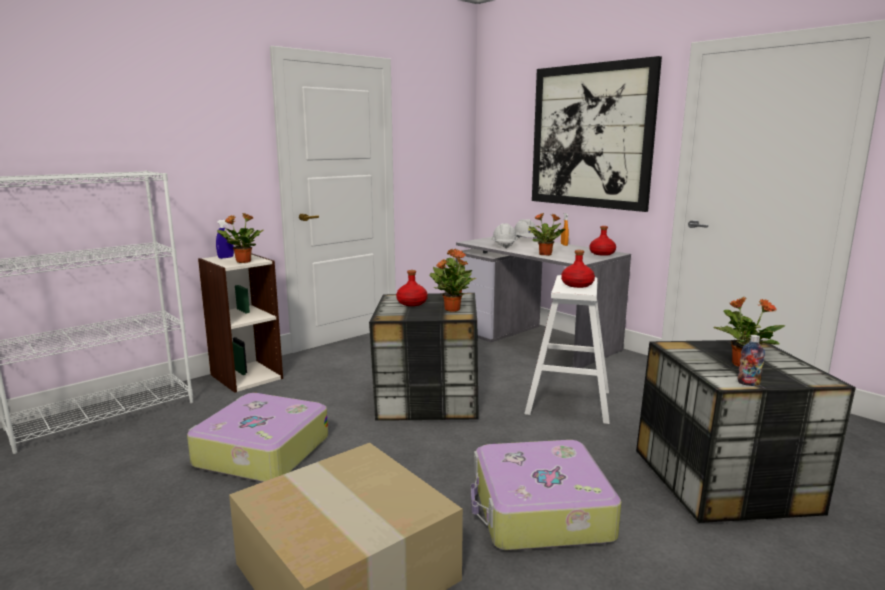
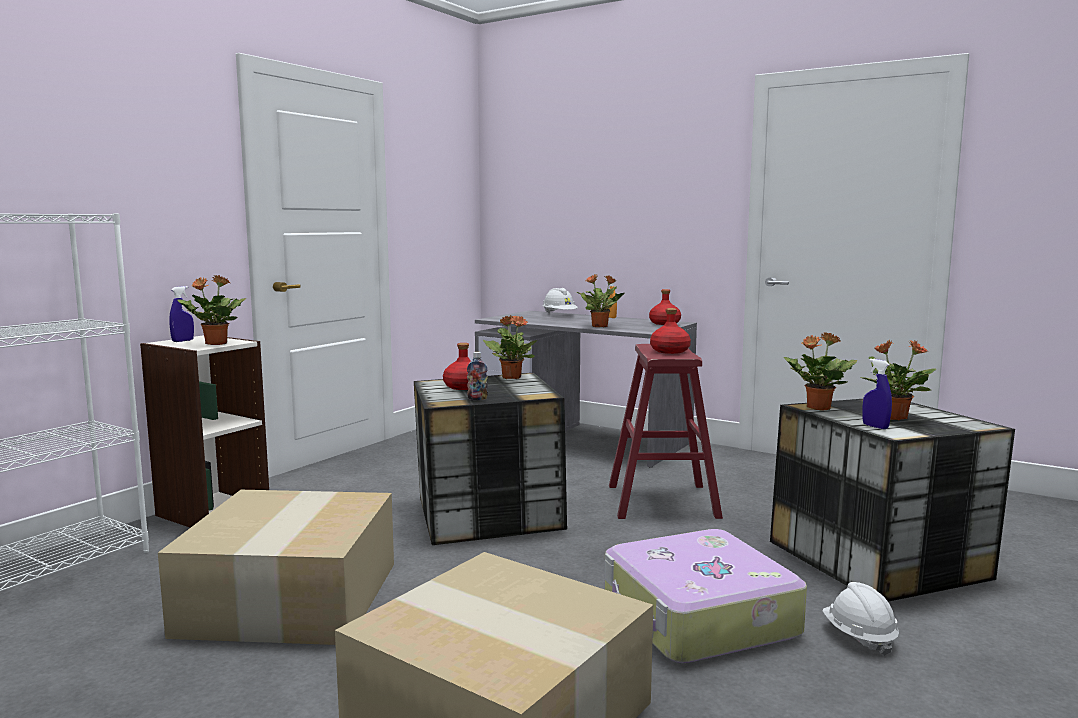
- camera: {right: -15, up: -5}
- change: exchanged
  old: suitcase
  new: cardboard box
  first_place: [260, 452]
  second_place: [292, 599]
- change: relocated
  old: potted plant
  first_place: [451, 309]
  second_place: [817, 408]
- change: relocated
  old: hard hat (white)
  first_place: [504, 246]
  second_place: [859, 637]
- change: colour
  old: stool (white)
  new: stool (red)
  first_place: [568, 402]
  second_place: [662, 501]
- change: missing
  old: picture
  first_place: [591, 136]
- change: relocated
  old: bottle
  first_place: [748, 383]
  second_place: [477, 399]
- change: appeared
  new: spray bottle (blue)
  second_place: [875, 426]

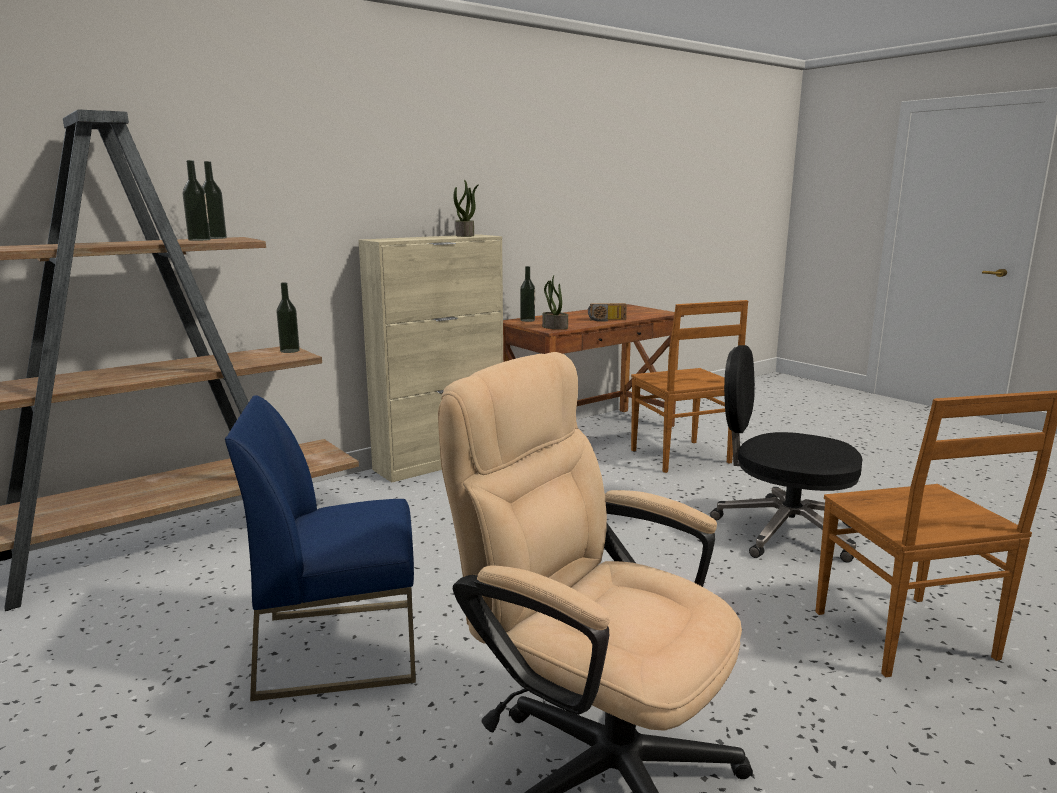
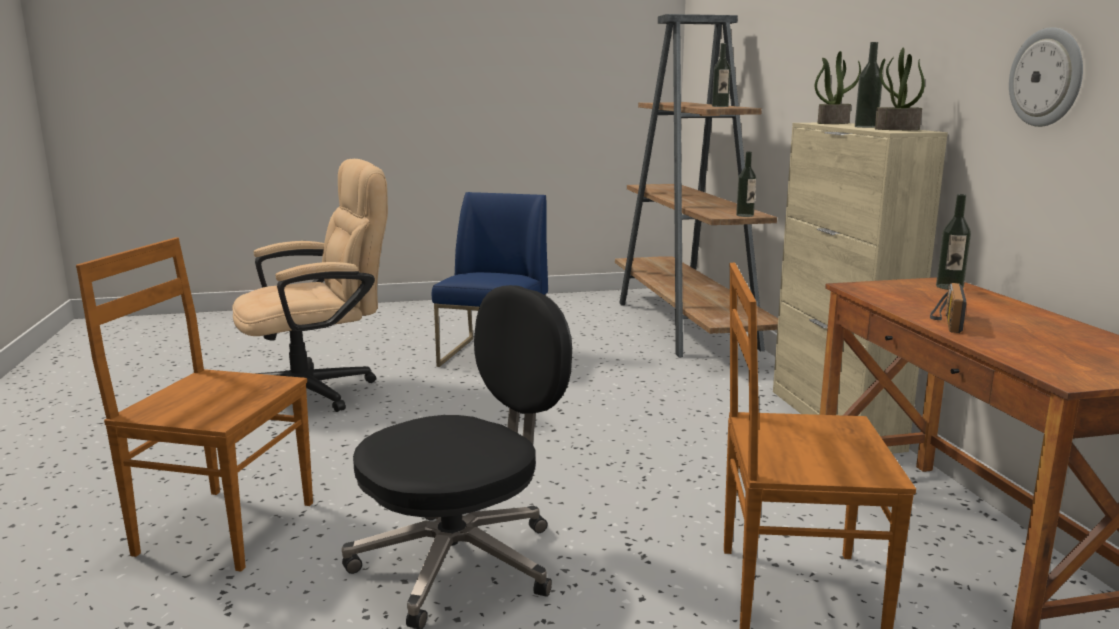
- camera: {right: 115, up: 0}
- change: relocated
  old: bottle
  first_place: [216, 238]
  second_place: [866, 127]
- change: relocated
  old: potted plant
  first_place: [554, 327]
  second_place: [833, 123]
- change: appeared
  new: wall clock
  second_place: [1047, 77]

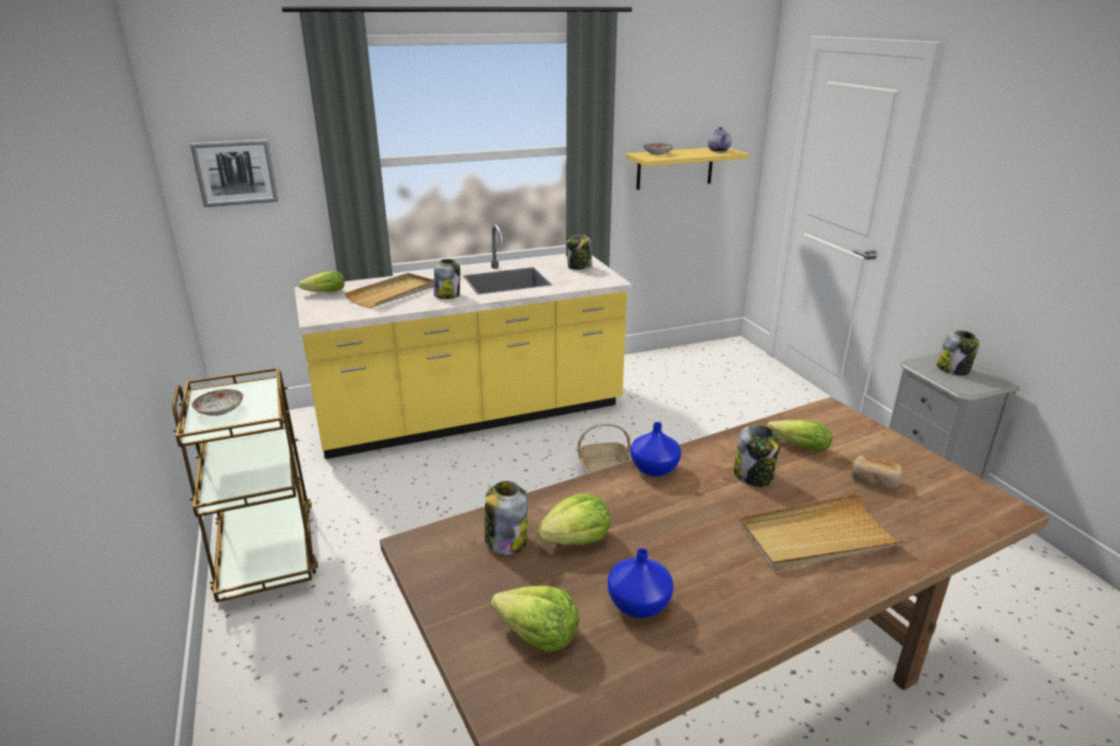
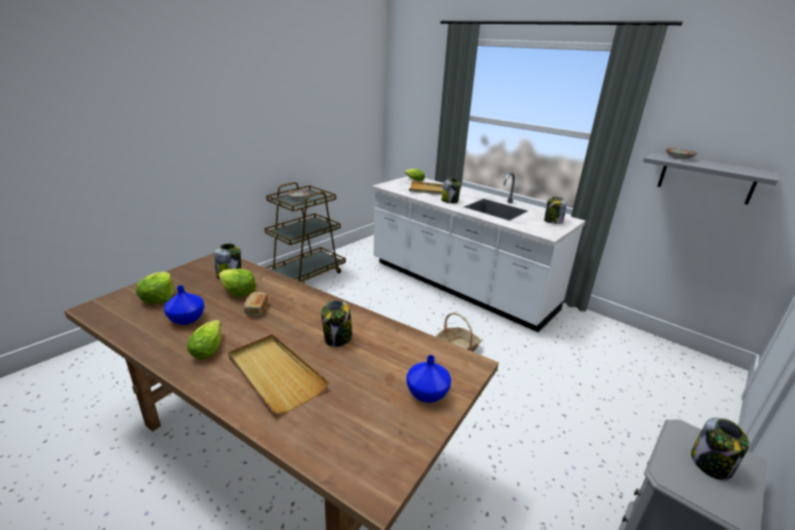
- camera: {right: 60, up: 0}
- change: missing
  old: picture
  first_place: [235, 172]
- change: colour
  old: counter (yellow)
  new: counter (white)
  first_place: [472, 416]
  second_place: [459, 286]
- change: colour
  old: shelf (yellow)
  new: shelf (grey)
  first_place: [675, 168]
  second_place: [706, 178]
- change: relocated
  old: vase (blue)
  first_place: [654, 469]
  second_place: [426, 393]
- change: missing
  old: teapot
  first_place: [719, 150]
- change: relocated
  old: lettuce
  first_place: [796, 446]
  second_place: [209, 347]
- change: relocated
  old: bread
  first_place: [874, 481]
  second_place: [256, 309]

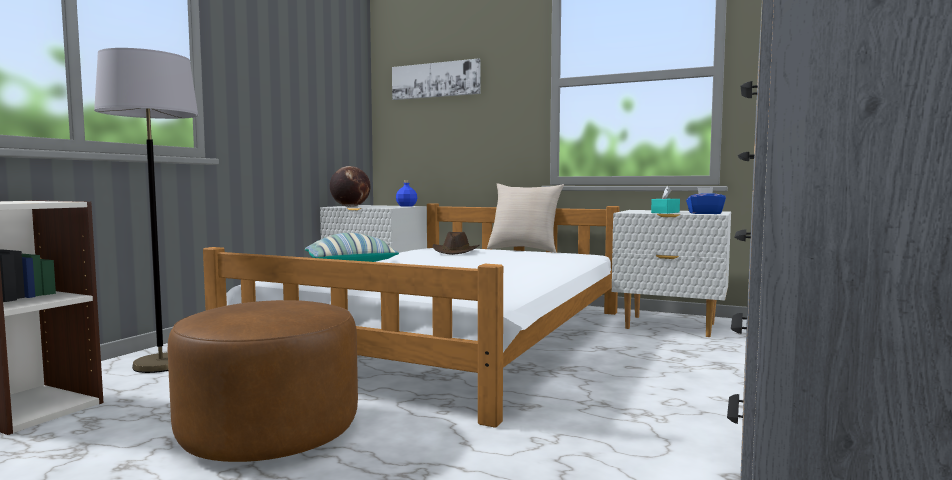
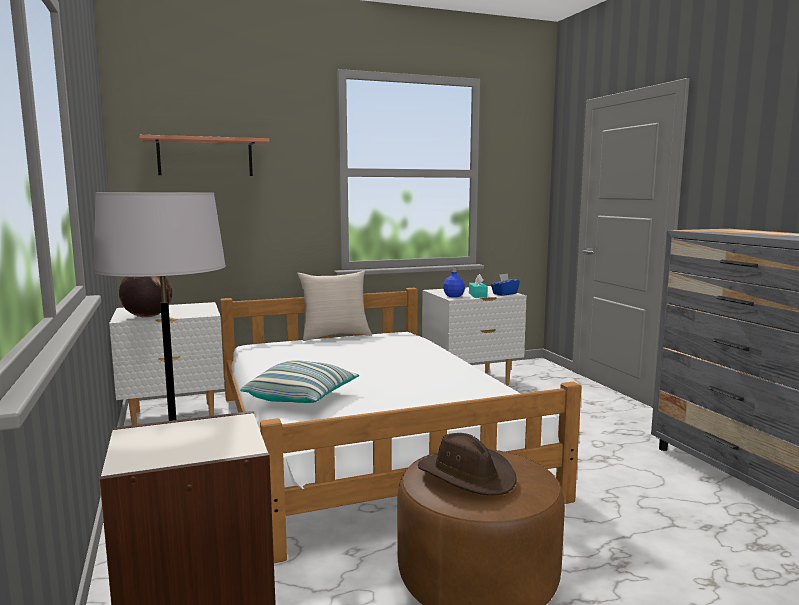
- camera: {right: -45, up: 5}
- change: exchanged
  old: picture
  new: shelf
  first_place: [436, 80]
  second_place: [205, 157]
- change: relocated
  old: bottle (blue)
  first_place: [407, 206]
  second_place: [454, 296]
- change: relocated
  old: hat (brown)
  first_place: [456, 252]
  second_place: [467, 475]

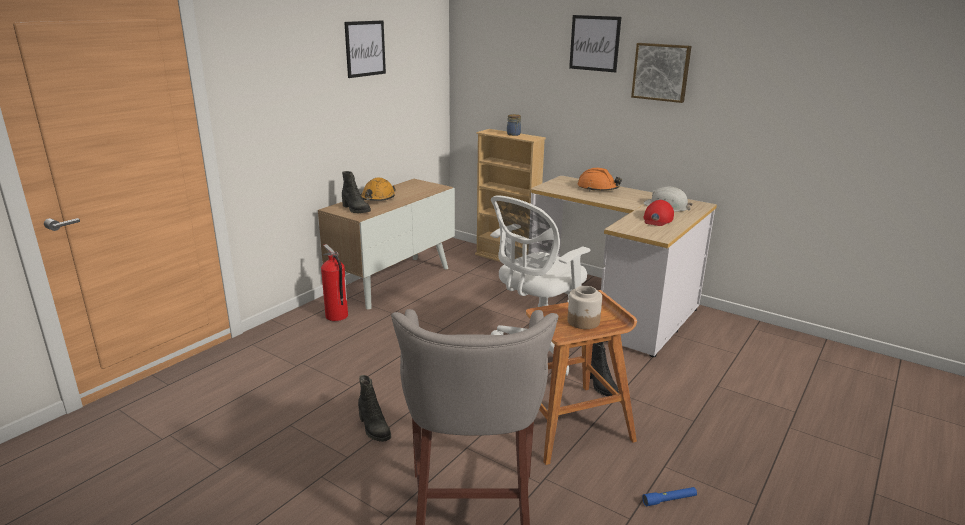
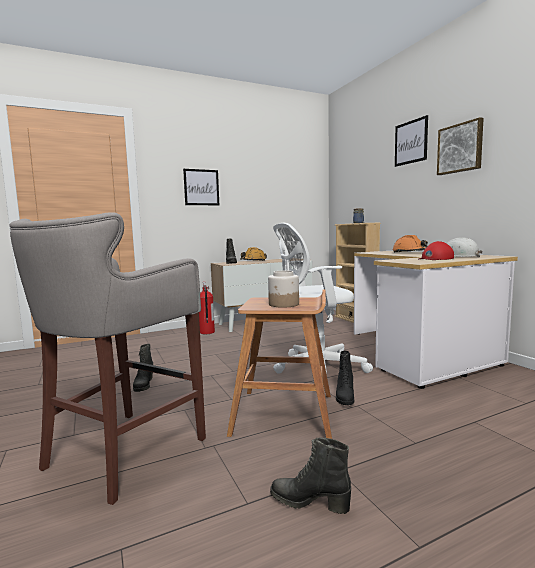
- camera: {right: 30, up: -15}
- change: relocated
  old: picture
  first_place: [365, 48]
  second_place: [201, 187]
- change: exchanged
  old: flashlight (blue)
  new: boot (black)
  first_place: [669, 500]
  second_place: [309, 502]

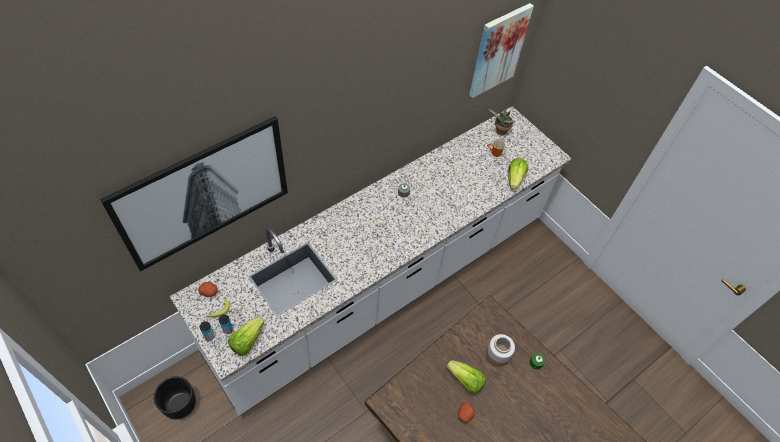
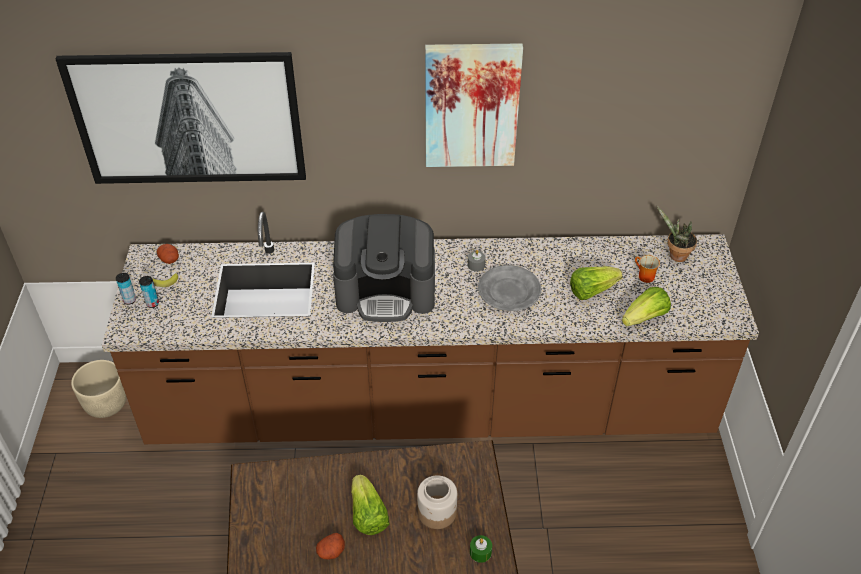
- camera: {right: 40, up: -10}
- change: colour
  old: planter (black)
  new: planter (beige)
  first_place: [180, 405]
  second_place: [106, 404]
- change: colour
  old: counter (white)
  new: counter (brown)
  first_place: [383, 285]
  second_place: [430, 407]
- change: relocated
  old: lettuce
  first_place: [247, 341]
  second_place: [591, 291]
- change: relocated
  old: picture
  first_place: [498, 50]
  second_place: [471, 105]
- change: appeared
  new: coffee machine
  second_place: [386, 291]
- change: appeared
  new: plate (grey)
  second_place: [509, 291]

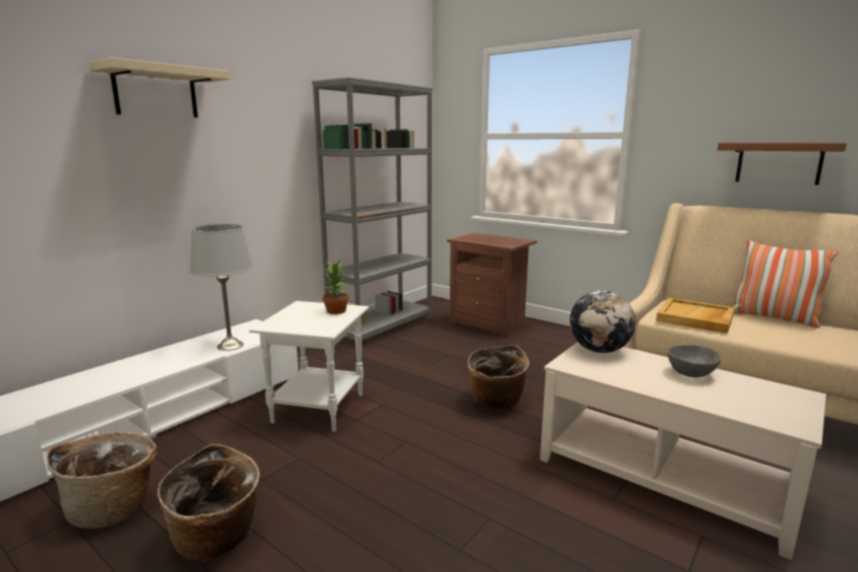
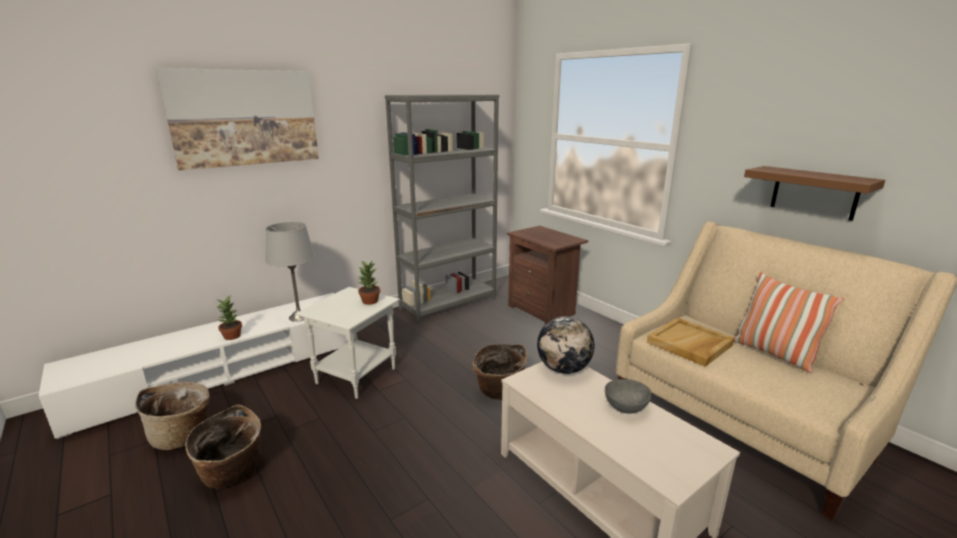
- camera: {right: 15, up: 5}
- change: exchanged
  old: shelf (beige)
  new: picture
  first_place: [156, 92]
  second_place: [245, 118]
- change: appeared
  new: potted plant
  second_place: [232, 336]

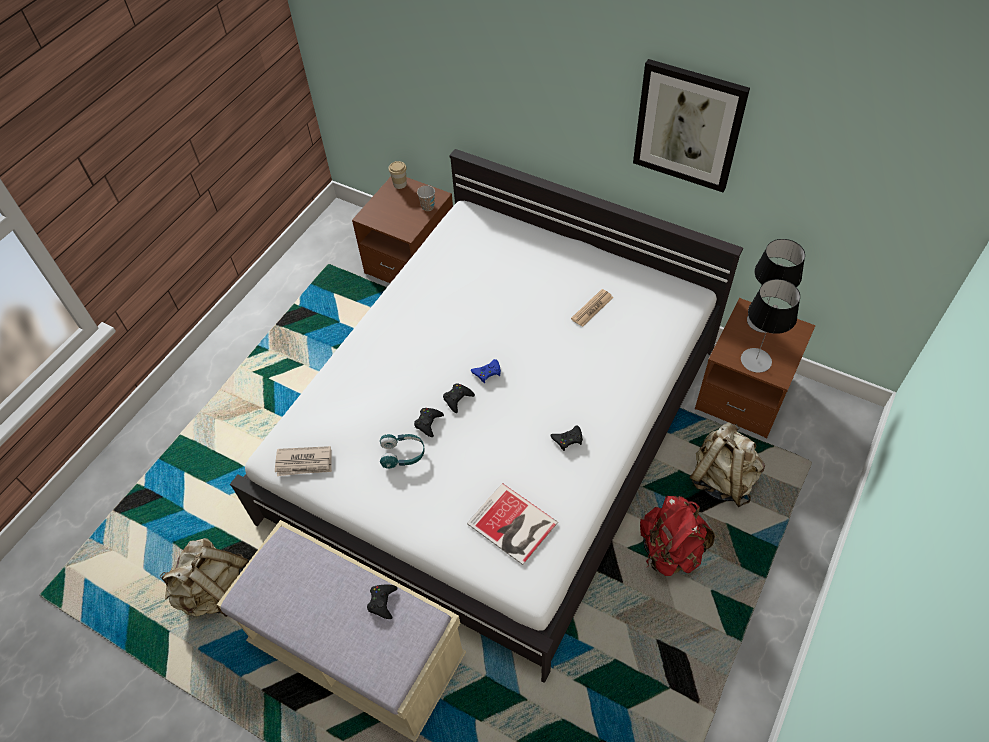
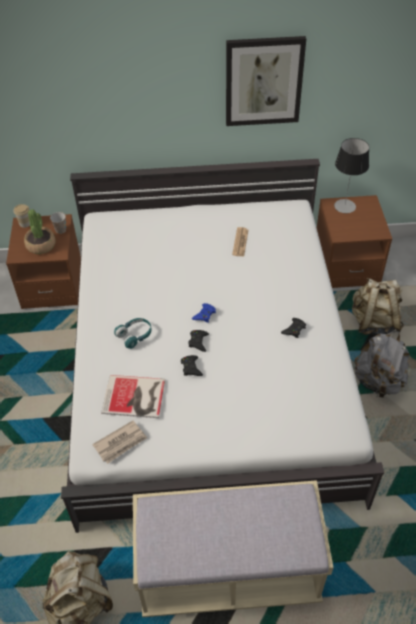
- camera: {right: -35, up: -5}
- change: missing
  old: game controller (black)
  first_place: [382, 602]
- change: relocated
  old: headphones (turquoise)
  first_place: [403, 454]
  second_place: [135, 336]
- change: relocated
  old: book
  first_place: [513, 526]
  second_place: [135, 397]
- change: colour
  old: backpack (red)
  new: backpack (grey)
  first_place: [670, 550]
  second_place: [378, 381]
- change: missing
  old: table lamp
  first_place: [756, 360]
- change: appeared
  new: potted plant
  second_place: [41, 245]

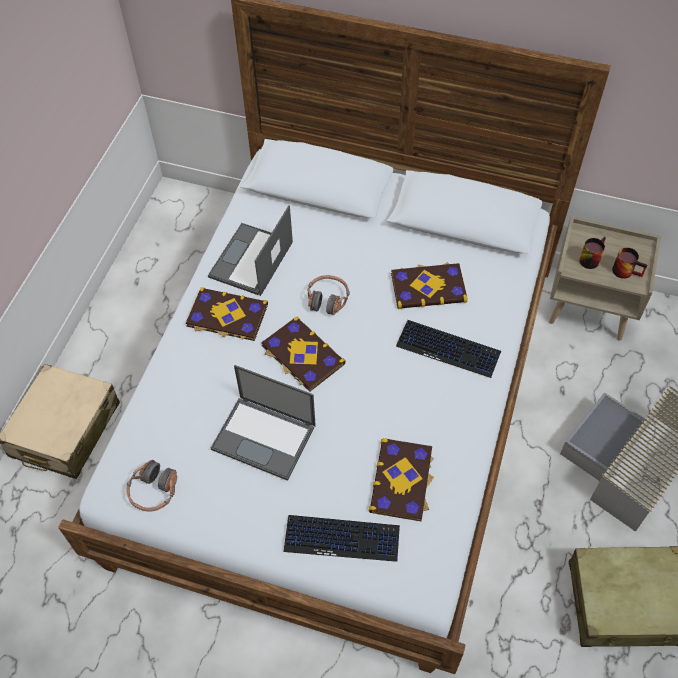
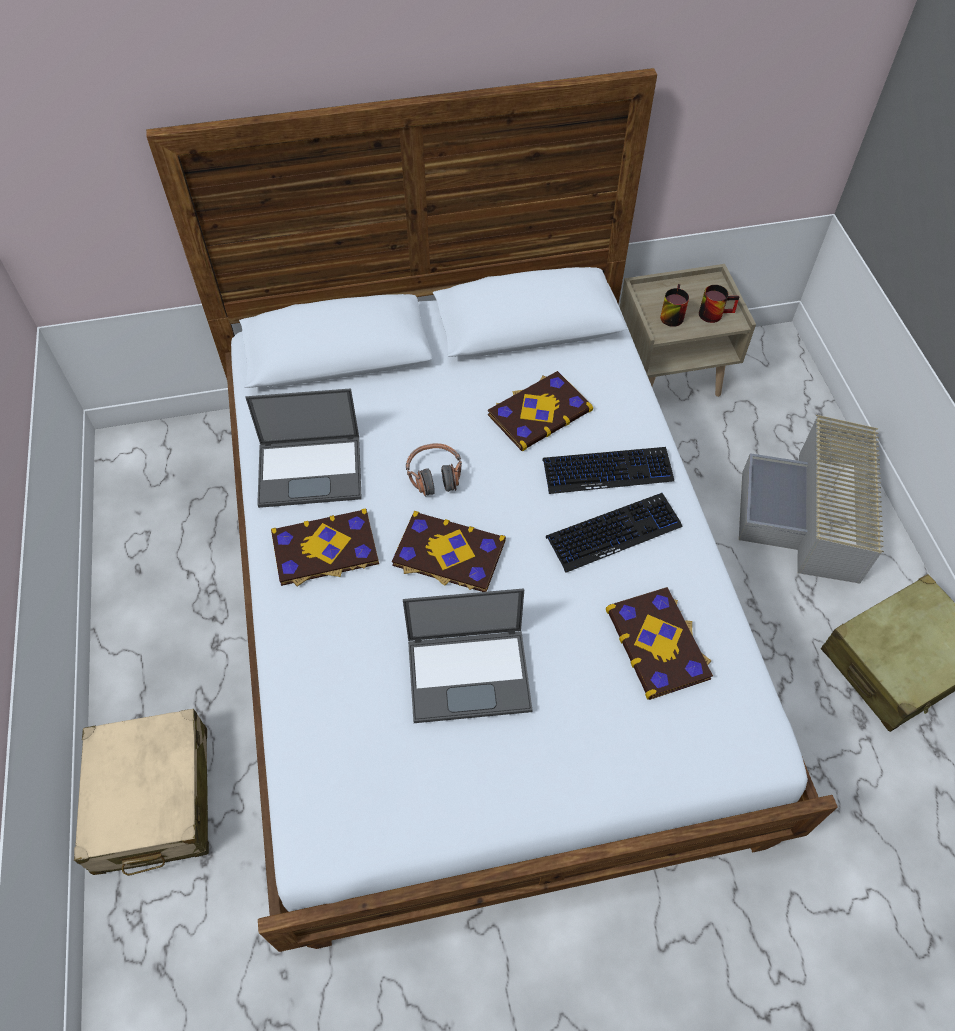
- camera: {right: -30, up: 0}
- change: missing
  old: headphones
  first_place: [153, 491]
- change: spun
  old: laptop
  first_place: [251, 260]
  second_place: [311, 470]
  degrees: -90
- change: relocated
  old: keyboard
  first_place: [342, 538]
  second_place: [614, 532]

